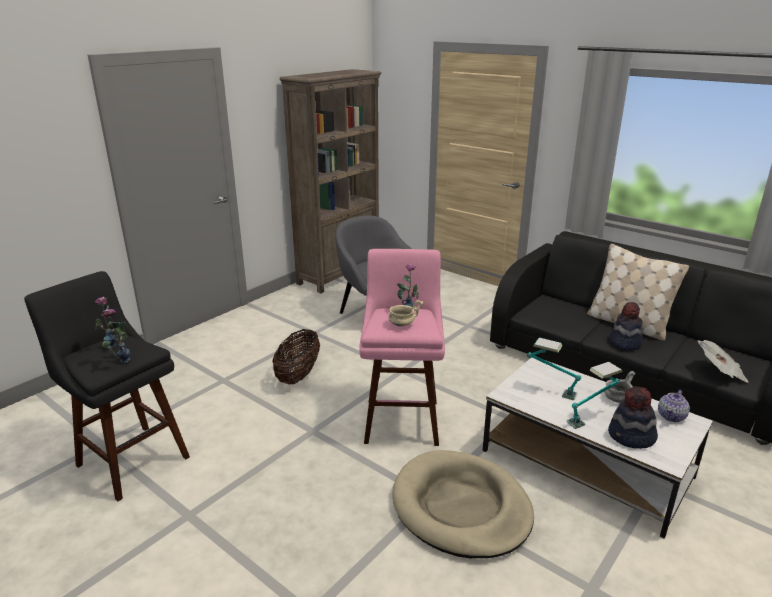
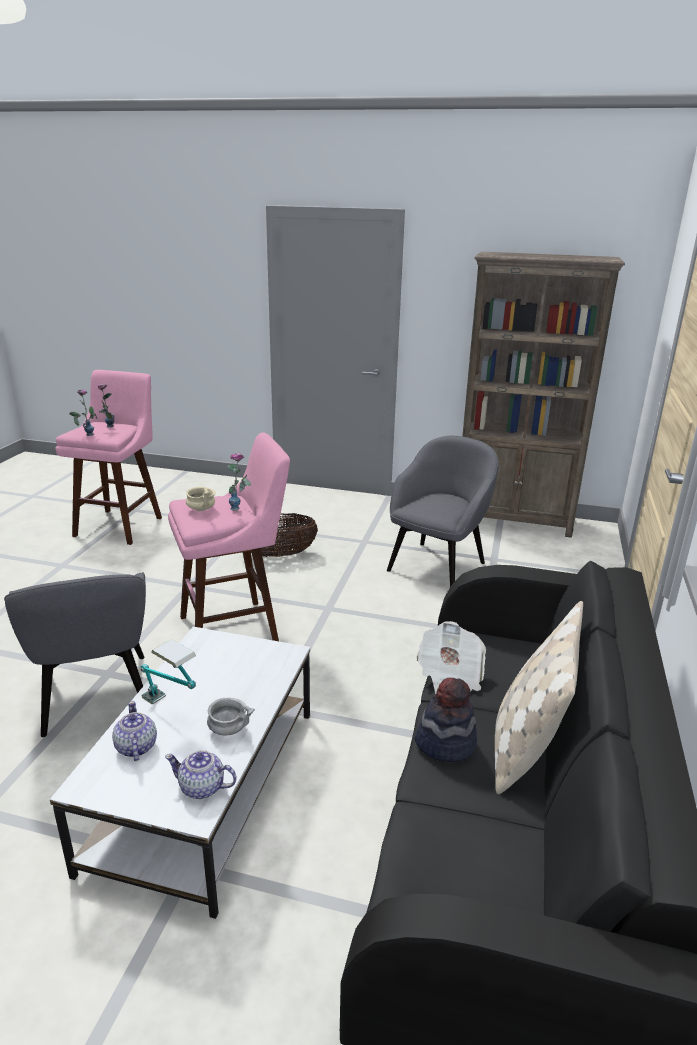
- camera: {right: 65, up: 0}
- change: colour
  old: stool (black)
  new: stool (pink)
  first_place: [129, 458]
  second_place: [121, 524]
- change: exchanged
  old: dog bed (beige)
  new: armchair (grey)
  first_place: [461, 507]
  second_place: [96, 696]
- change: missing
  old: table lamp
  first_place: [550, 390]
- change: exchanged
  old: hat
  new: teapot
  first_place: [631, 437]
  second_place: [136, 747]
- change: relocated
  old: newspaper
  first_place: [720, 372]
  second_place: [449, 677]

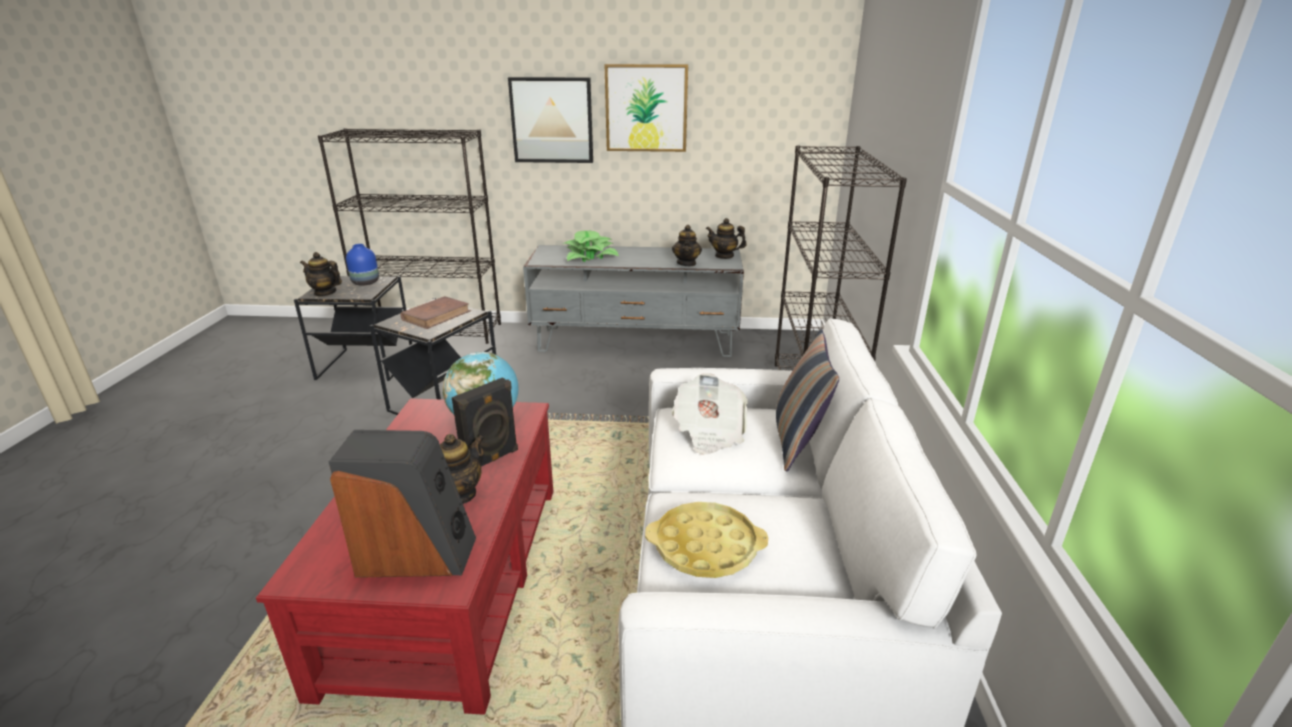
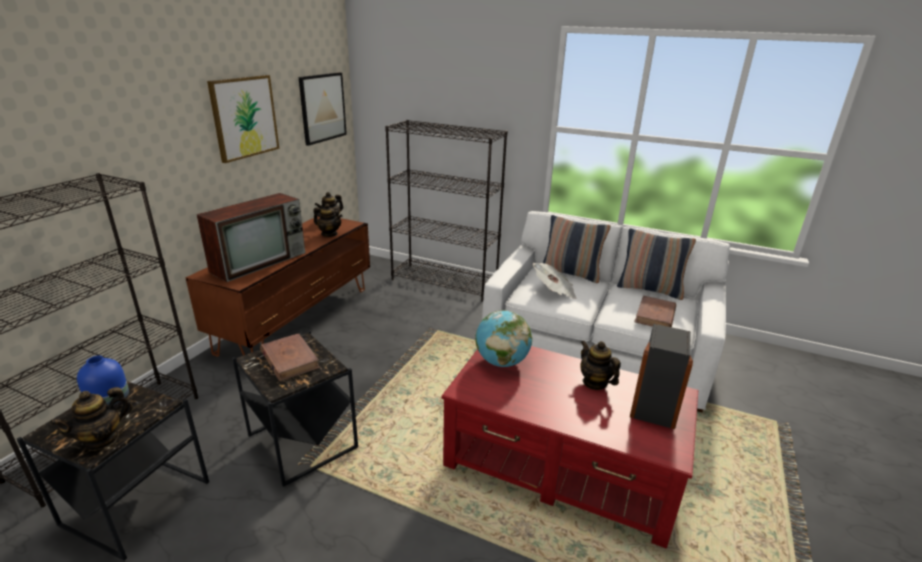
- camera: {right: -70, up: 0}
- change: missing
  old: speaker (black)
  first_place: [491, 459]
- change: relocated
  old: picture
  first_place: [552, 120]
  second_place: [322, 108]
- change: colour
  old: tv stand (grey)
  new: tv stand (brown)
  first_place: [636, 342]
  second_place: [298, 318]
- change: exchanged
  old: potted plant
  new: television
  first_place: [590, 256]
  second_place: [260, 261]
- change: exchanged
  old: tray (yellow)
  new: book (brown)
  first_place: [705, 547]
  second_place: [655, 315]
- change: appeared
  new: pillow
  second_place: [650, 289]

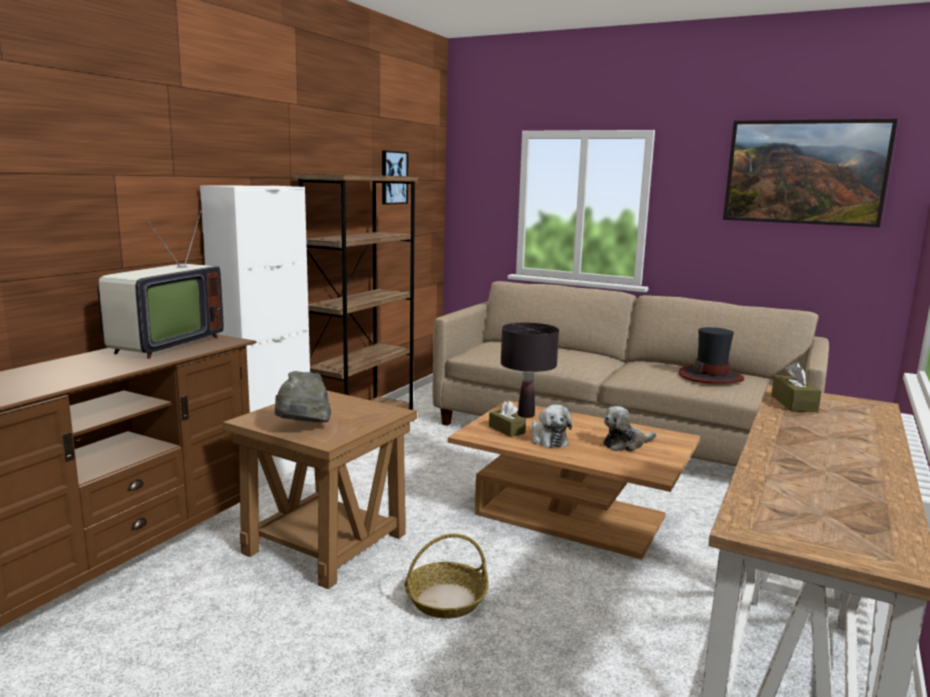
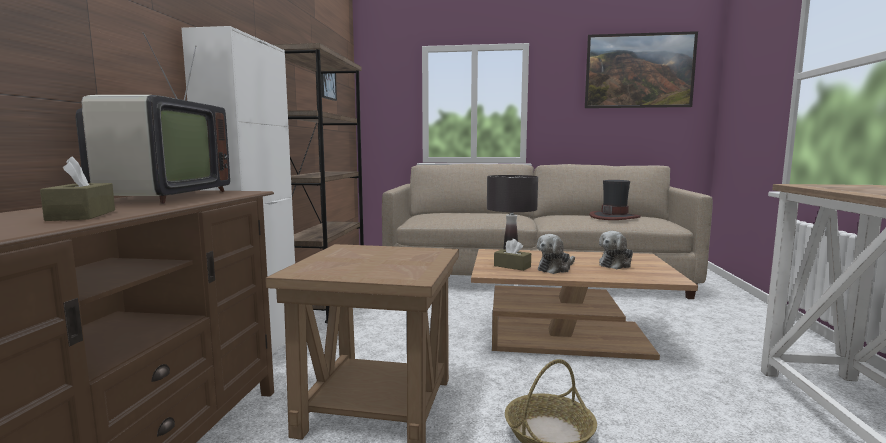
- camera: {right: -20, up: -5}
- change: missing
  old: hat (grey)
  first_place: [302, 428]
- change: spun
  old: plush toy
  first_place: [548, 439]
  second_place: [555, 268]
  degrees: 90
- change: relocated
  old: tissue box (brown)
  first_place: [794, 403]
  second_place: [82, 215]

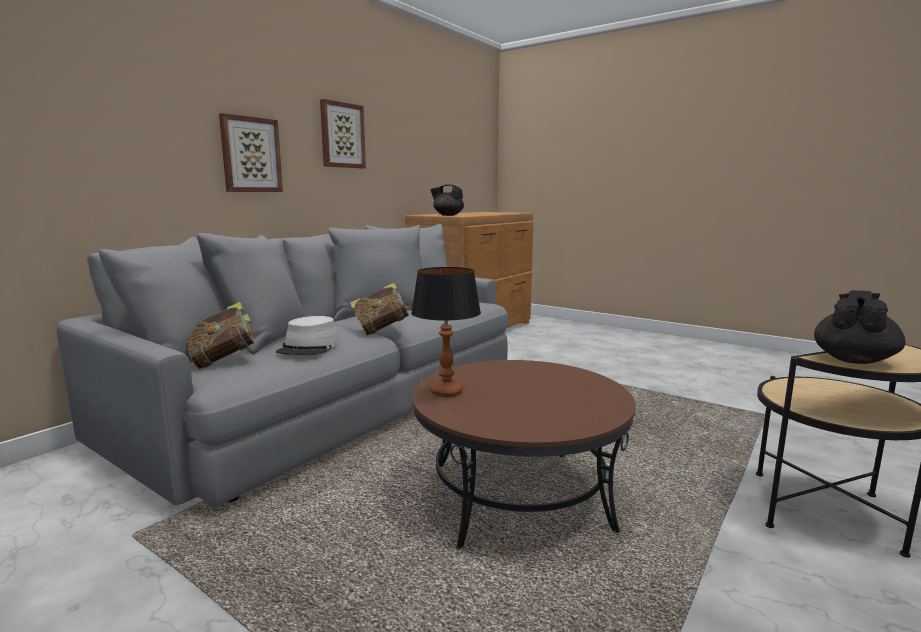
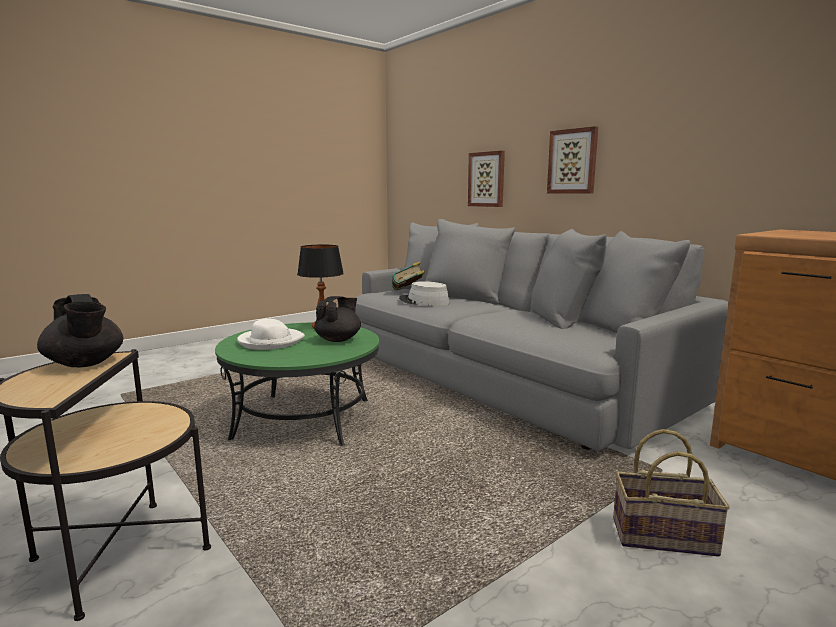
- camera: {right: 105, up: 0}
- change: relocated
  old: picture
  first_place: [342, 135]
  second_place: [487, 179]
- change: missing
  old: book
  first_place: [381, 330]
- change: colour
  old: coffee table (brown)
  new: coffee table (green)
  first_place: [518, 496]
  second_place: [304, 419]
- change: relocated
  old: teapot (black)
  first_place: [448, 215]
  second_place: [338, 340]
- change: appeared
  new: hat (white)
  second_place: [270, 341]
- change: appeared
  new: basket
  second_place: [663, 535]

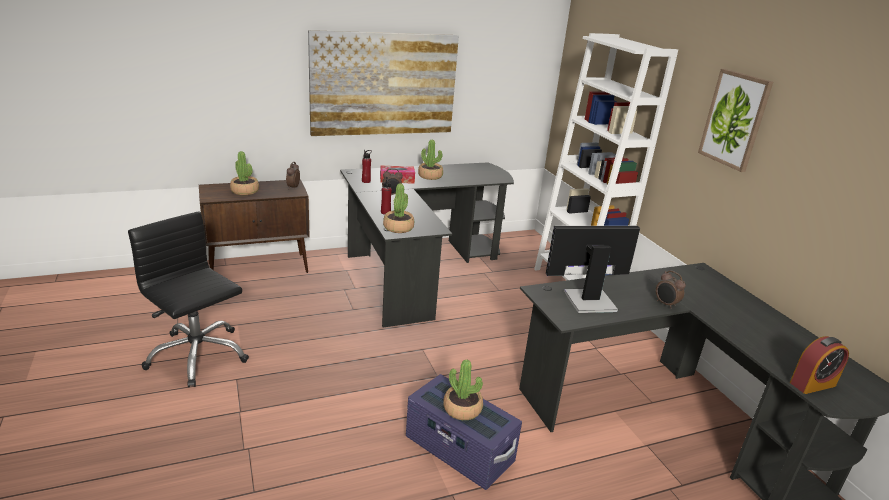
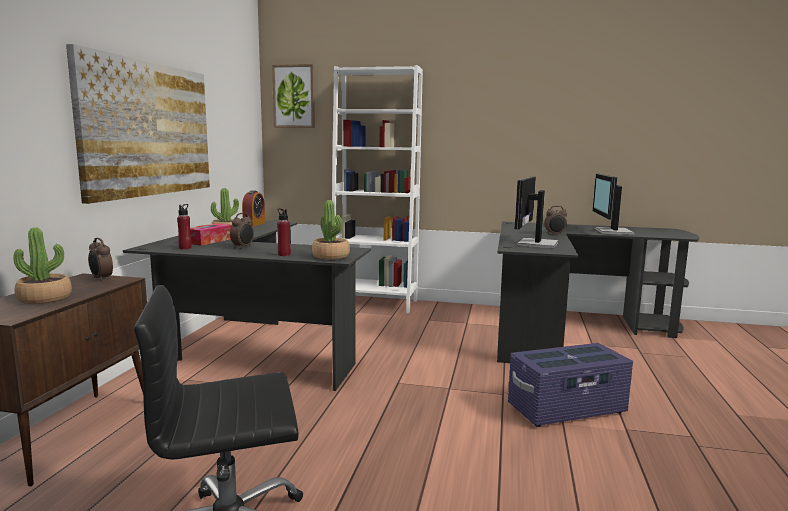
- camera: {right: -55, up: -15}
- change: missing
  old: potted plant
  first_place: [462, 408]
- change: relocated
  old: picture
  first_place: [735, 119]
  second_place: [294, 96]
- change: relocated
  old: alarm clock
  first_place: [812, 384]
  second_place: [254, 224]
- change: appeared
  new: monitor
  second_place: [612, 231]

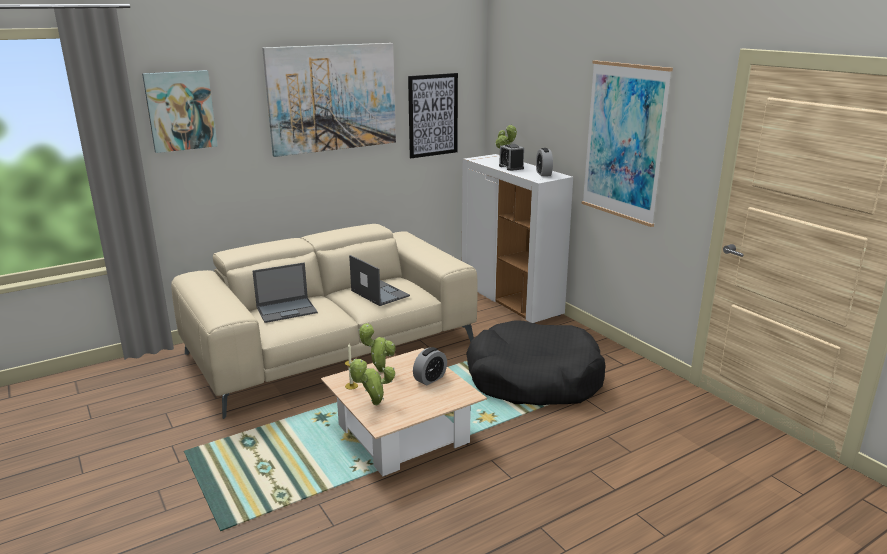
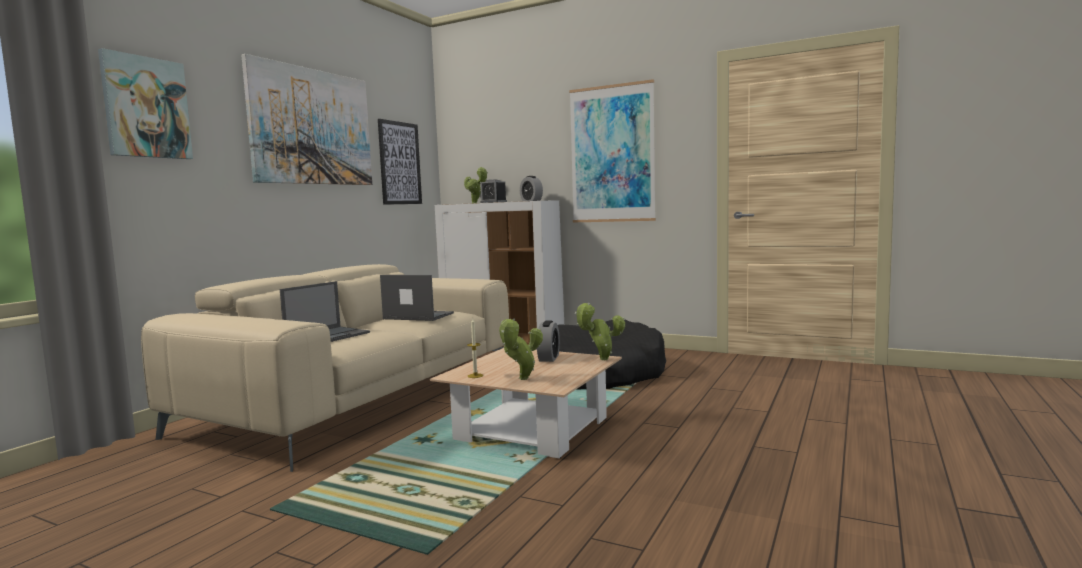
- camera: {right: -30, up: -15}
- change: relocated
  old: potted plant
  first_place: [379, 370]
  second_place: [601, 359]

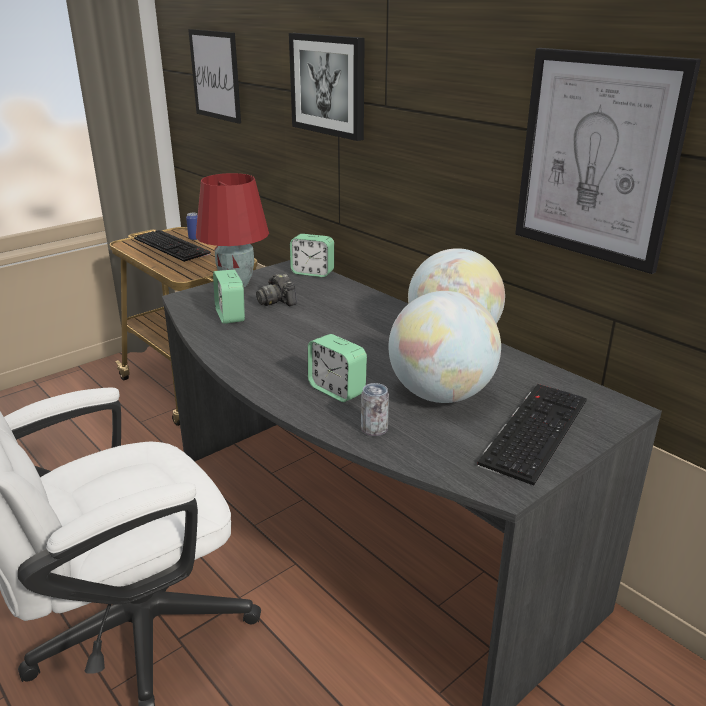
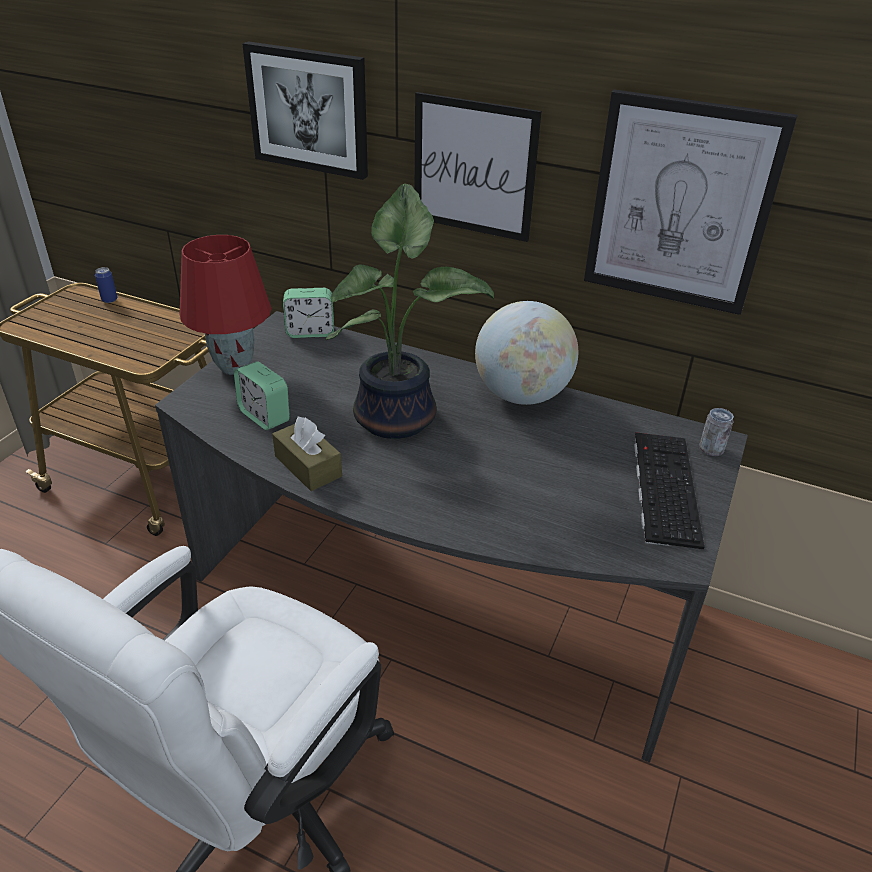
- camera: {right: -25, up: 10}
- change: missing
  old: keyboard
  first_place: [173, 246]
- change: relocated
  old: picture
  first_place: [215, 75]
  second_place: [474, 167]
- change: missing
  old: photo camera
  first_place: [277, 301]
- change: missing
  old: alarm clock
  first_place: [337, 390]
- change: relocated
  old: can
  first_place: [374, 429]
  second_place: [711, 449]
- change: missing
  old: globe
  first_place: [441, 395]
- change: appeared
  new: tissue box (brown)
  second_place: [308, 466]
- change: appeared
  new: potted plant
  second_place: [399, 416]

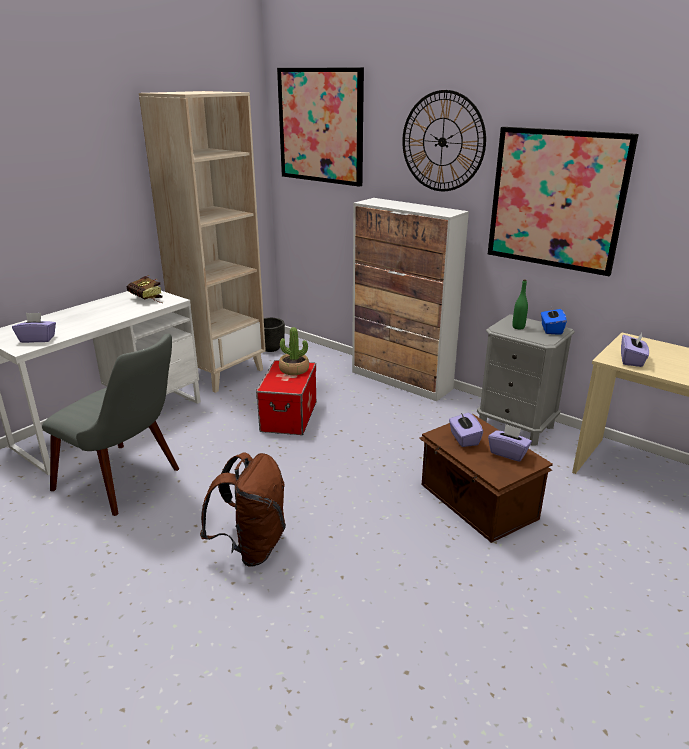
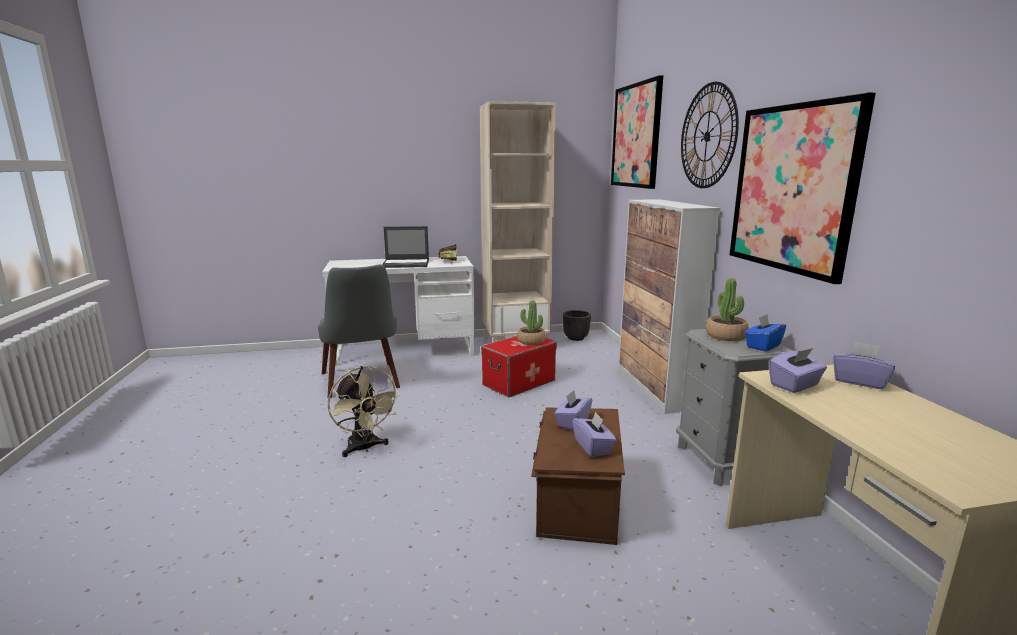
- camera: {right: 40, up: -10}
- change: relocated
  old: tissue box (purple)
  first_place: [37, 339]
  second_place: [859, 381]
- change: exchanged
  old: backpack (brown)
  new: fan (beige)
  first_place: [251, 547]
  second_place: [364, 448]
- change: exchanged
  old: bottle (green)
  new: potted plant
  first_place: [518, 327]
  second_place: [726, 336]
- change: appeared
  new: laptop
  second_place: [406, 264]

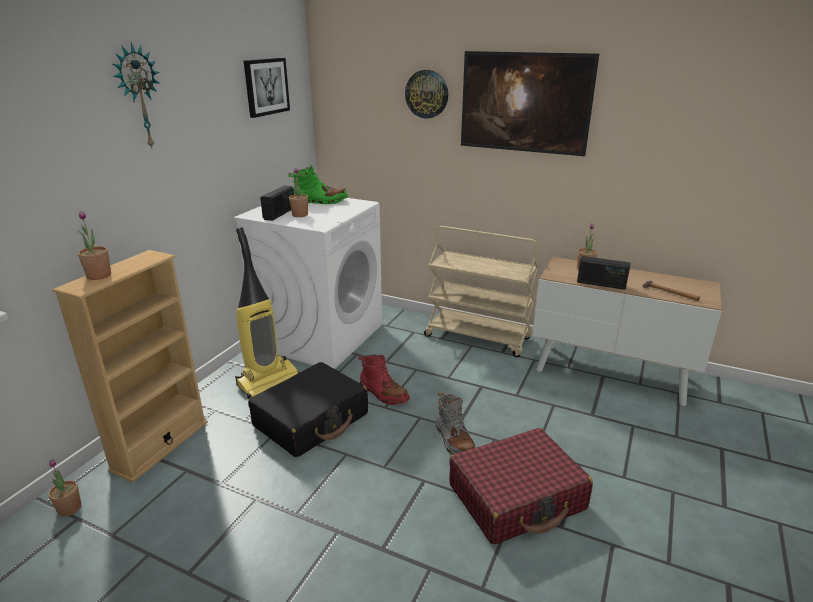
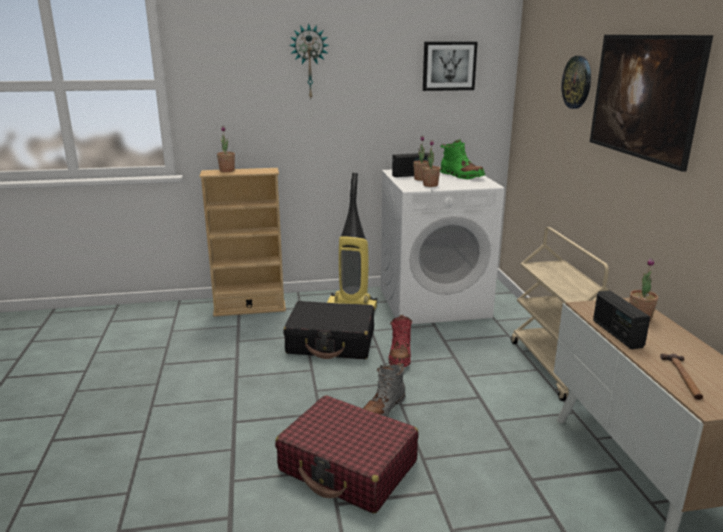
- camera: {right: 55, up: -5}
- change: relocated
  old: potted plant
  first_place: [69, 508]
  second_place: [430, 185]

